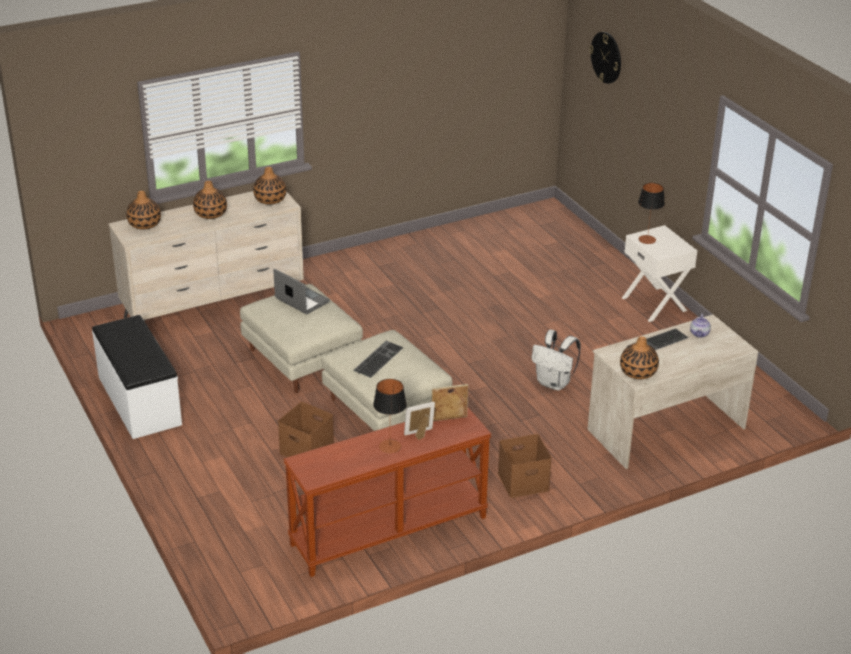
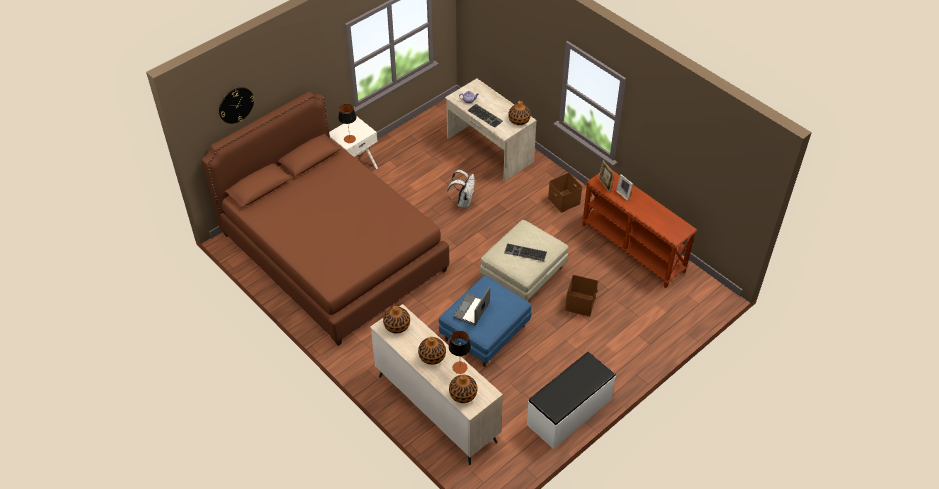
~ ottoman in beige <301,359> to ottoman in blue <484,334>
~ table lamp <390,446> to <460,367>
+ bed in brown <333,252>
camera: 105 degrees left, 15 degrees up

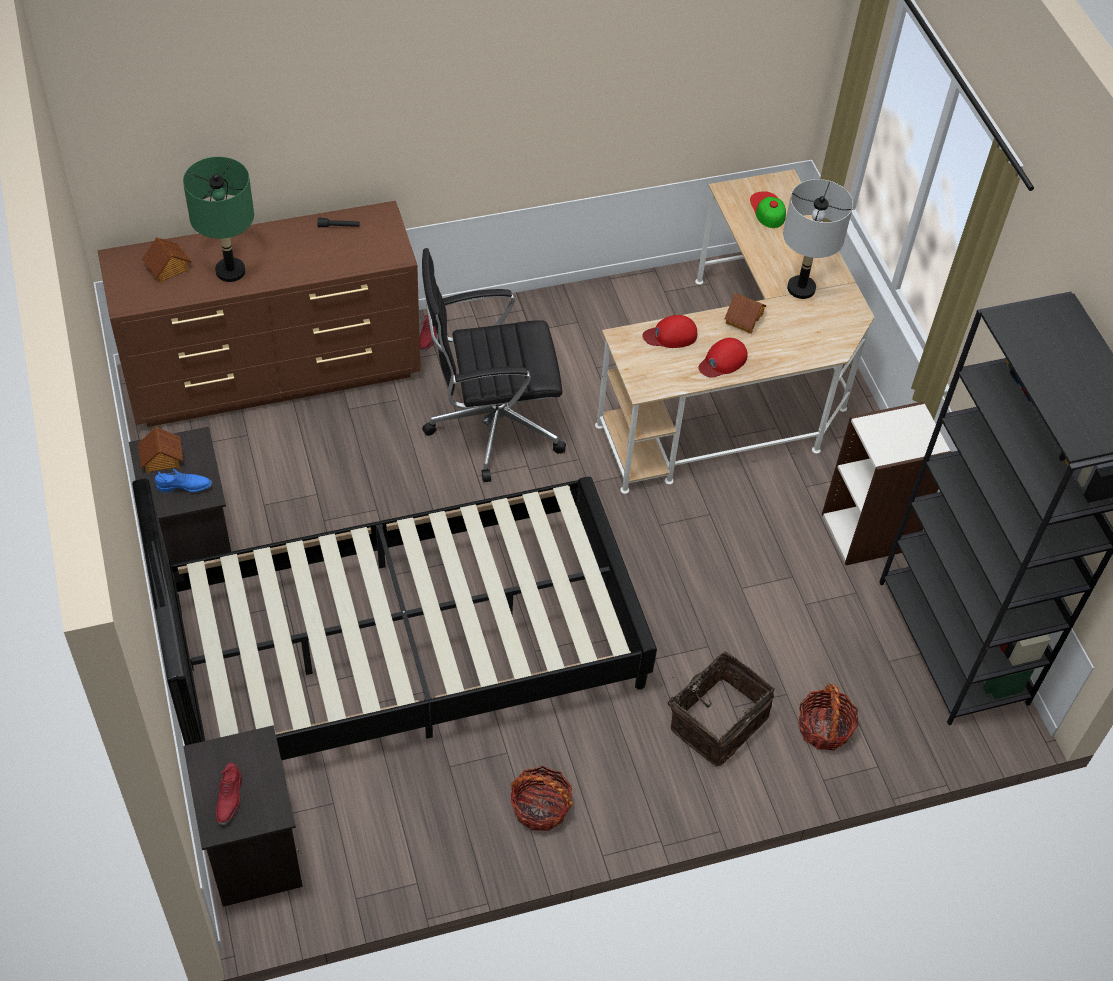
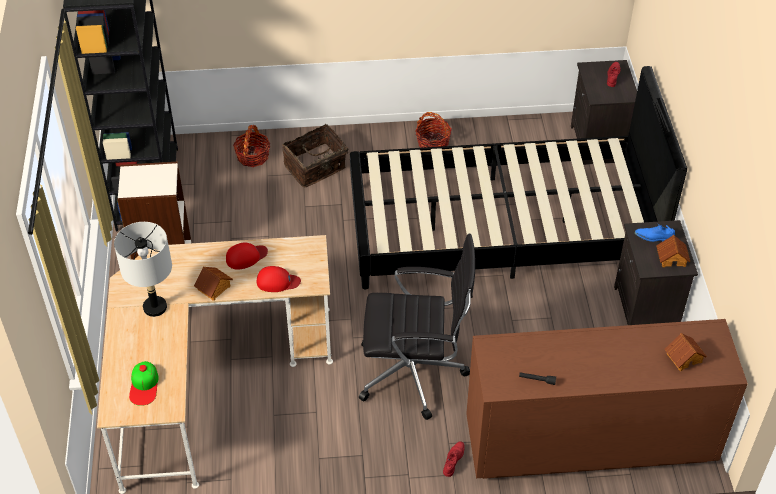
- table lamp in green <230,271>
camera: 165 degrees left, 5 degrees down

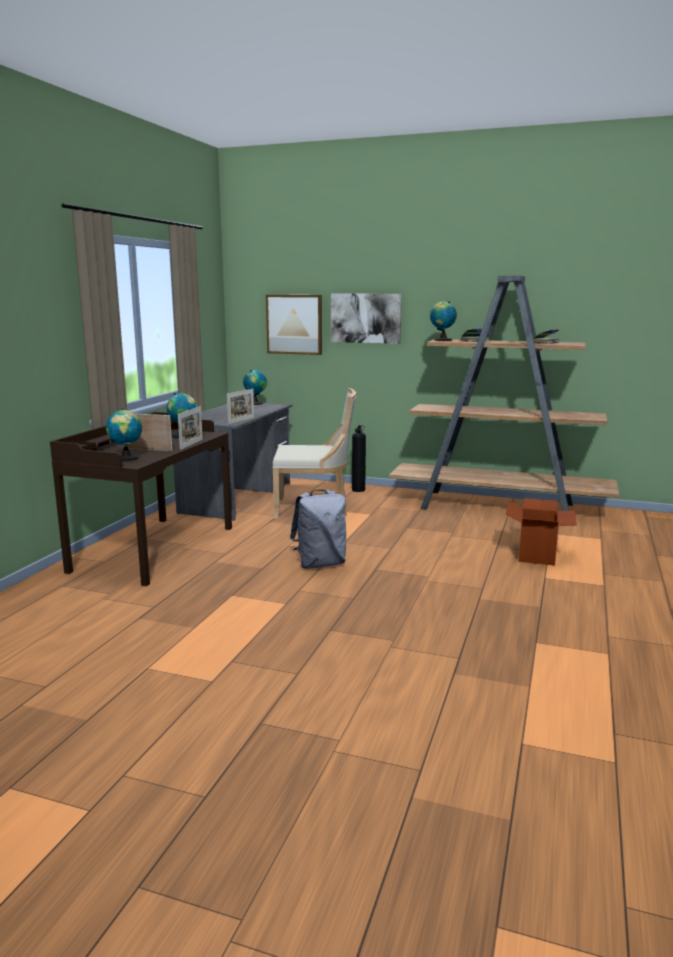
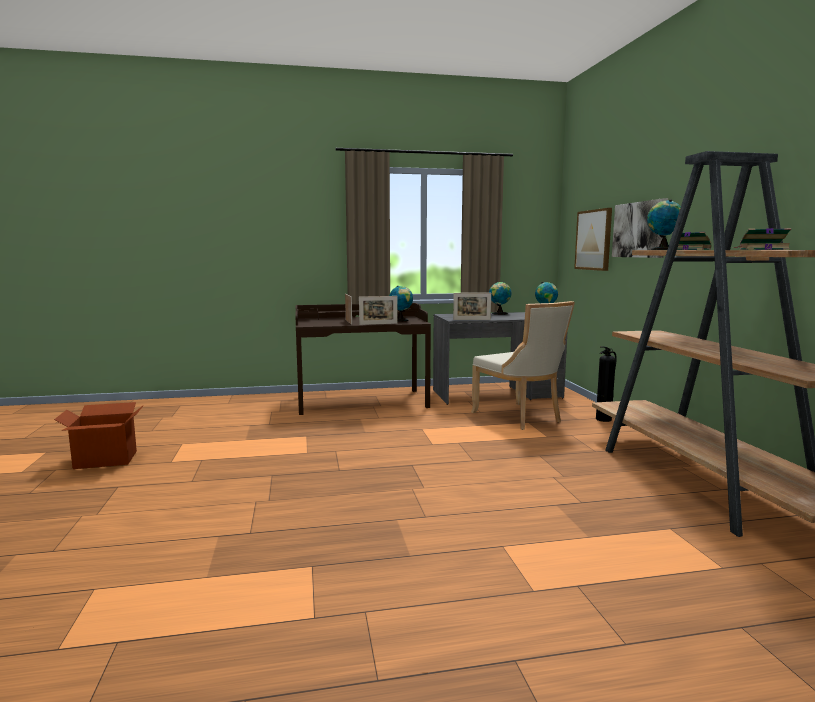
~ globe <127,458> to <499,314>
- backpack in grey <320,564>
~ cardboard box <537,555> to <105,460>
camera: 60 degrees right, 5 degrees down

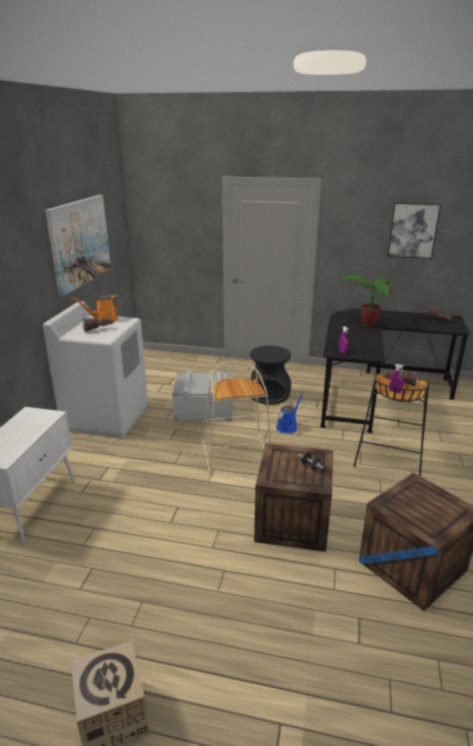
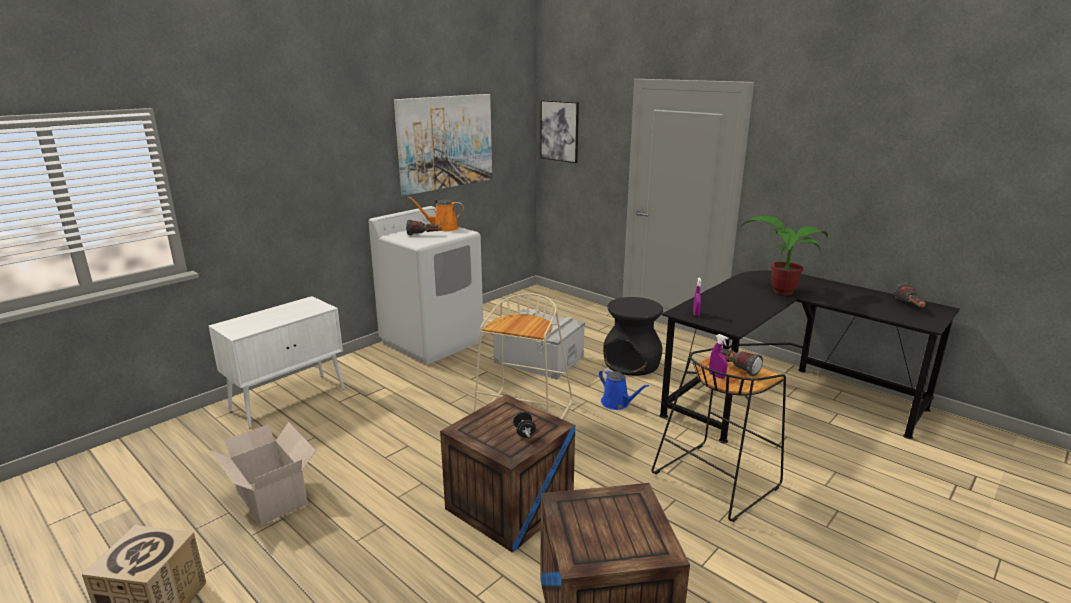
~ watering can in blue <287,426> = <617,403> 75 degrees clockwise
~ picture <413,230> to <559,131>
+ cardboard box <271,496>
camera: 30 degrees right, 5 degrees down

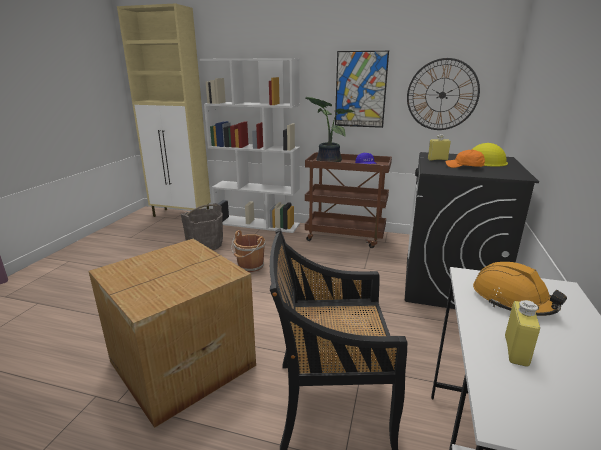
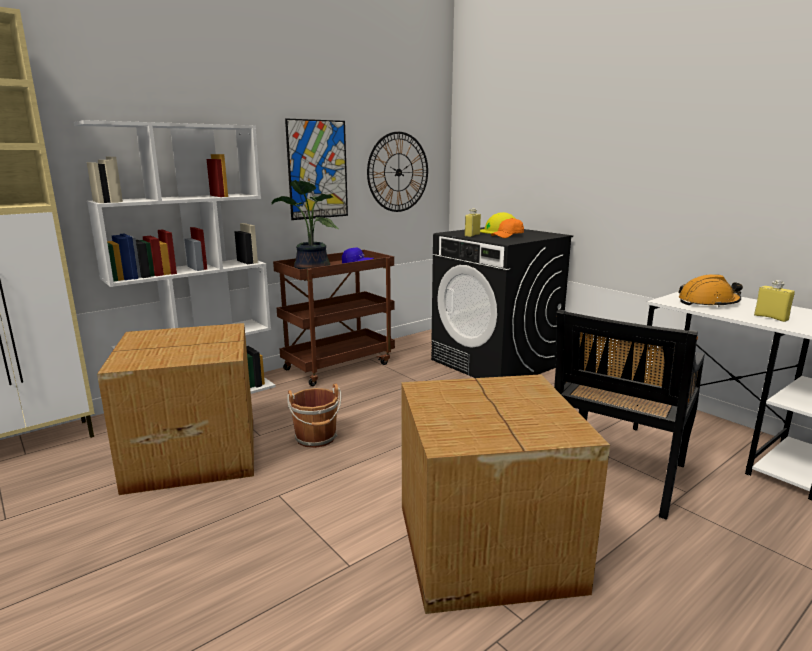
~ bucket in grey <205,245> to cardboard box <192,452>
camera: 55 degrees left, 5 degrees down

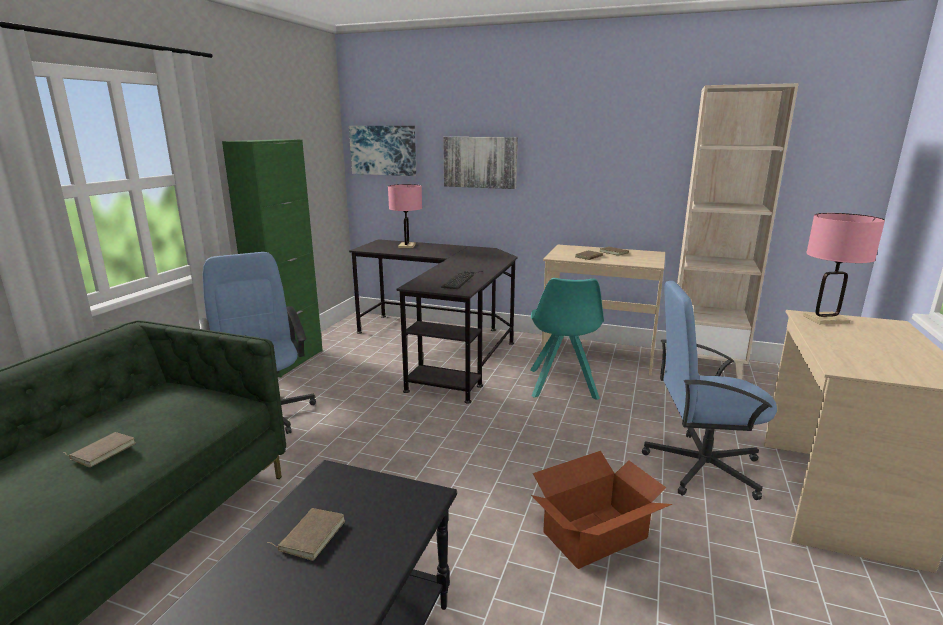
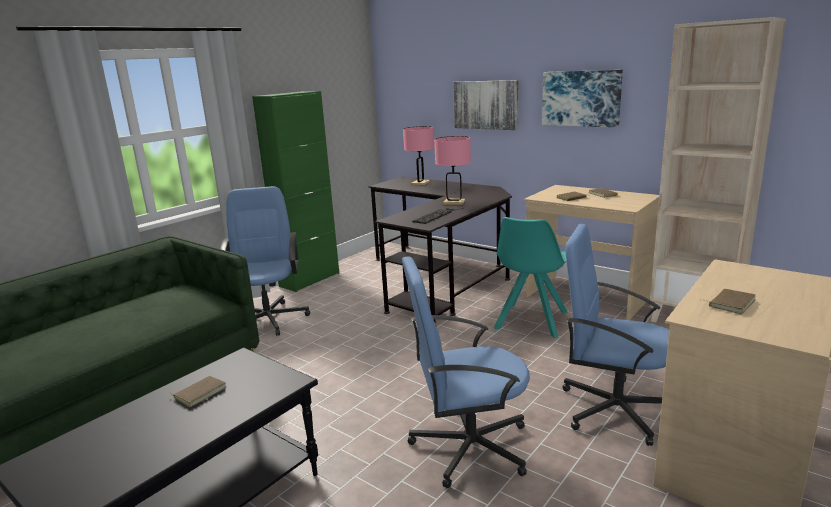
~ book in brown <102,451> to <730,303>
~ picture <383,150> to <581,98>
~ cardboard box <593,534> to office chair in blue <468,446>
~ table lamp in pink <825,319> to <454,202>
camera: 20 degrees right, 0 degrees up

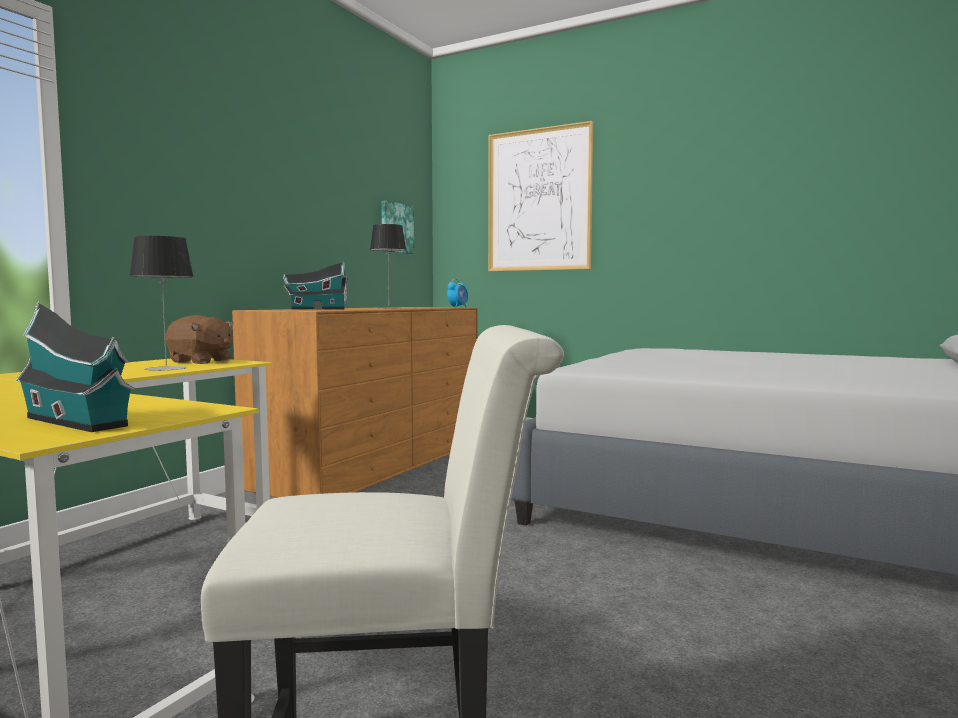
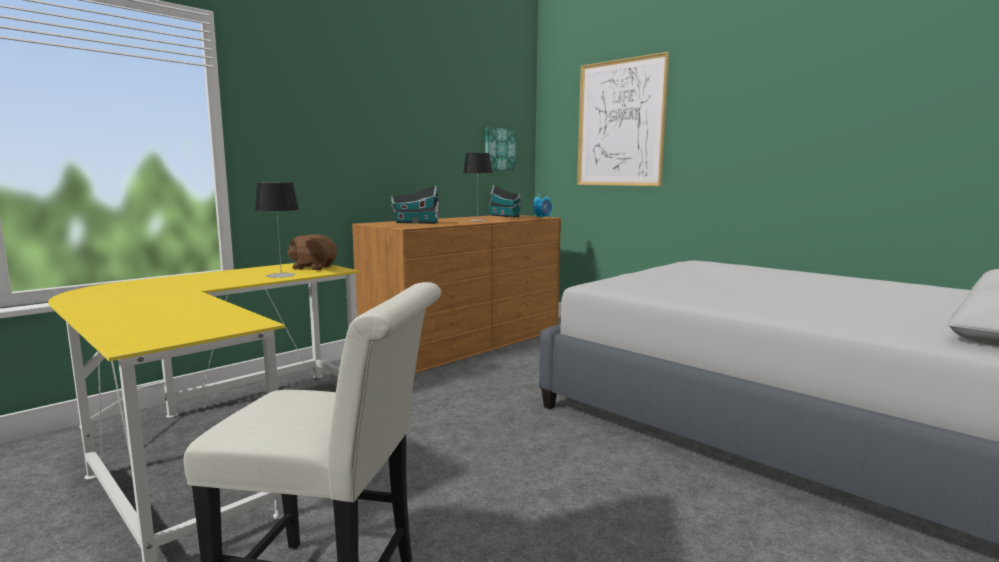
~ toy house <78,422> to <505,216>
~ plush toy in brown <201,361> = <313,268> 150 degrees clockwise
camera: 15 degrees right, 5 degrees up

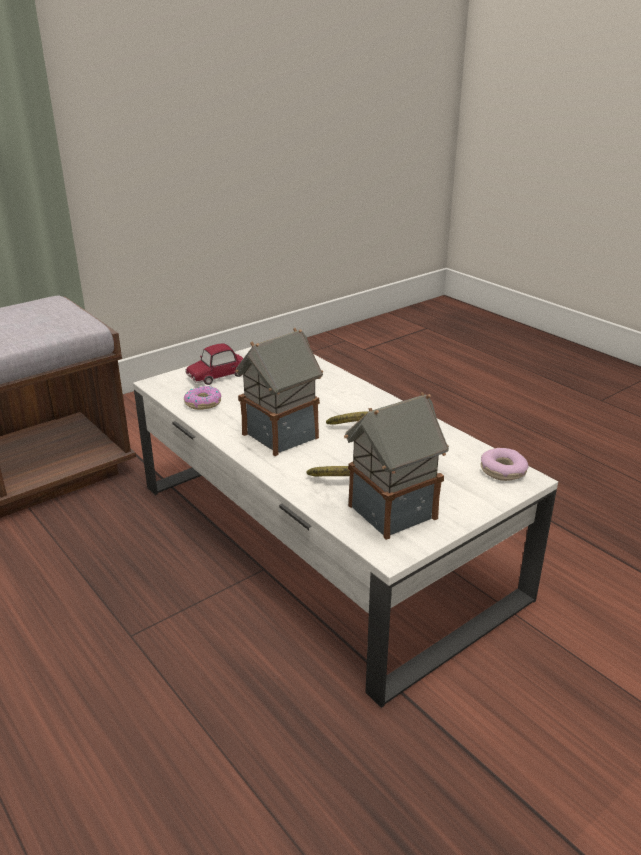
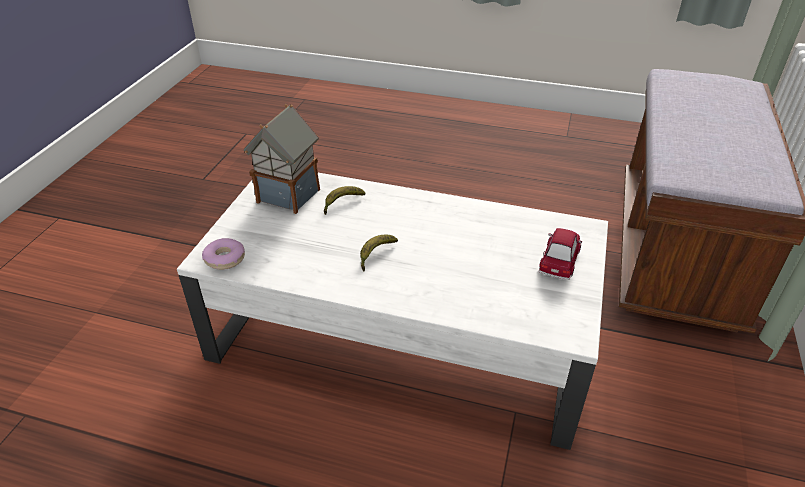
- donut <203,403>
- toy house <281,435>
camera: 145 degrees right, 10 degrees up

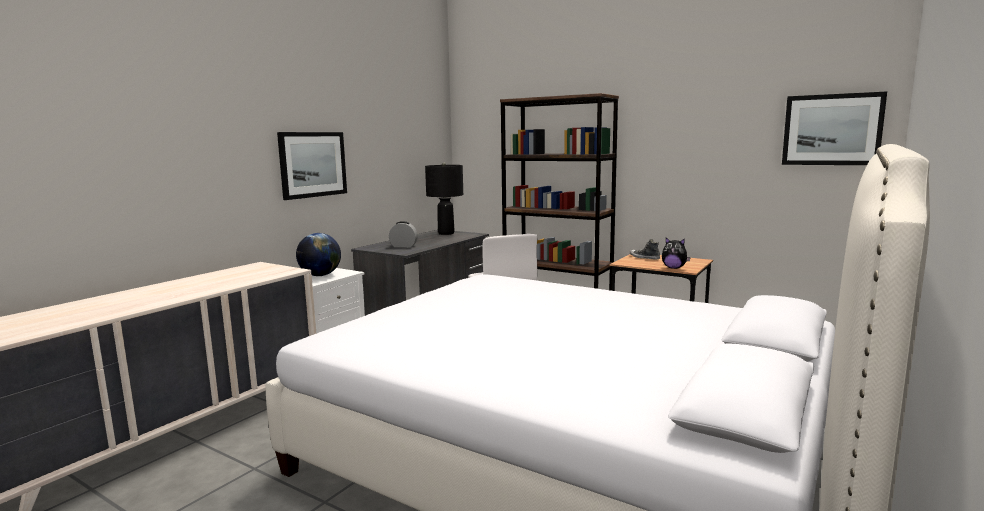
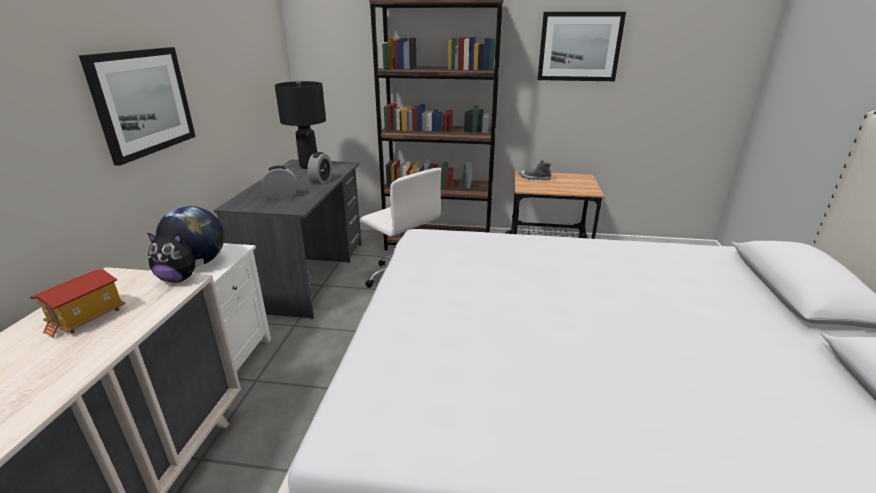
~ plush toy <674,268> to <179,279>
~ picture <832,130> to <579,47>
+ toy house <87,318>
+ alarm clock <321,180>
camera: 25 degrees left, 15 degrees up

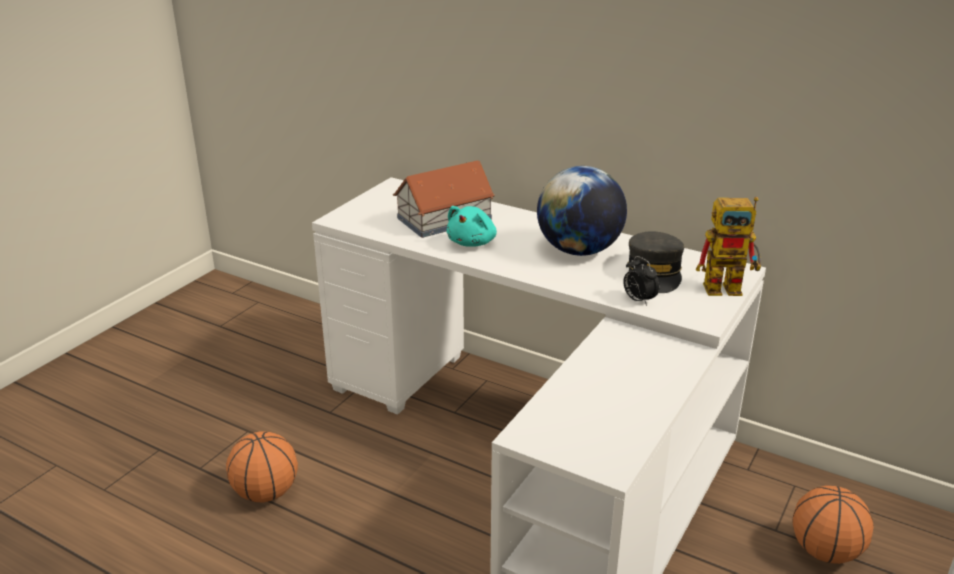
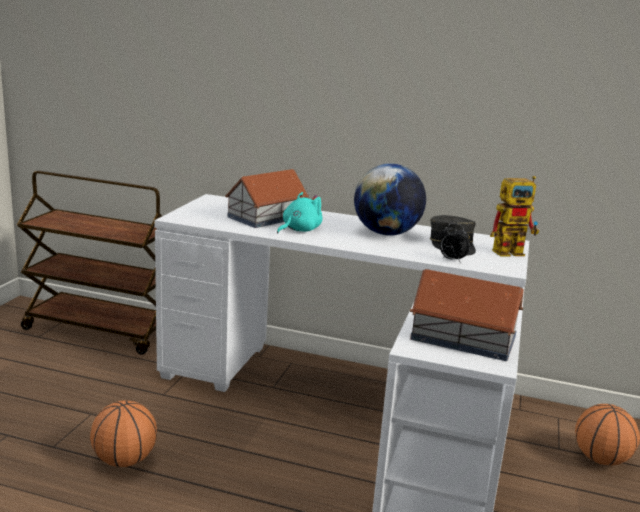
~ plush toy in turquoise <473,242> = <299,230> 150 degrees counterclockwise
+ cart in brown <101,330>
+ toy house <464,338>
camera: 15 degrees left, 10 degrees down

